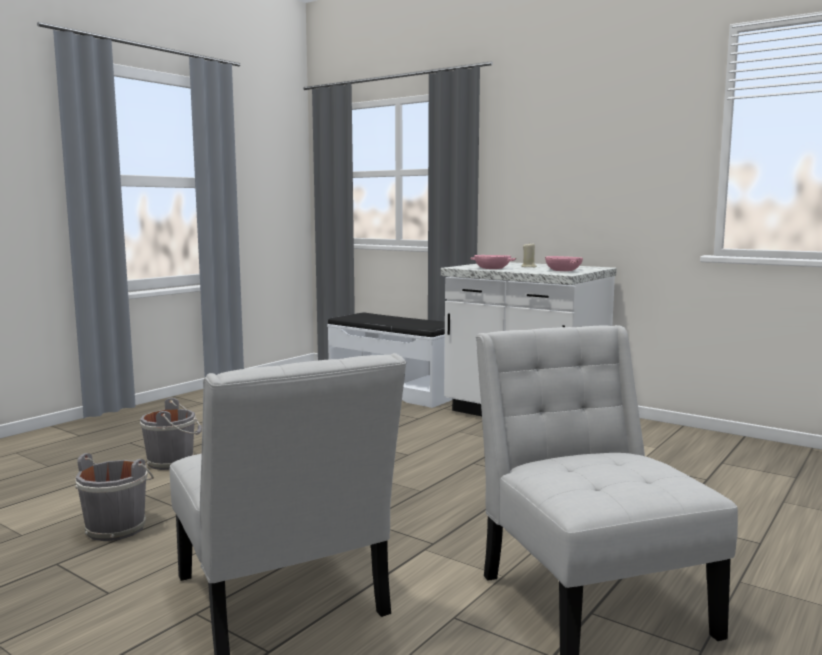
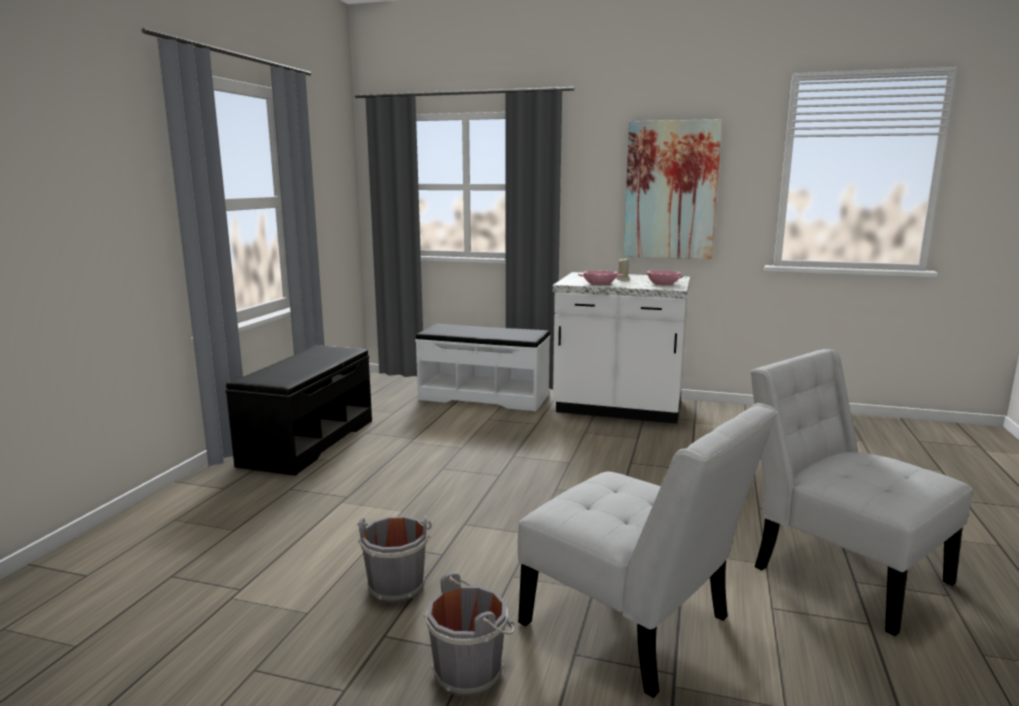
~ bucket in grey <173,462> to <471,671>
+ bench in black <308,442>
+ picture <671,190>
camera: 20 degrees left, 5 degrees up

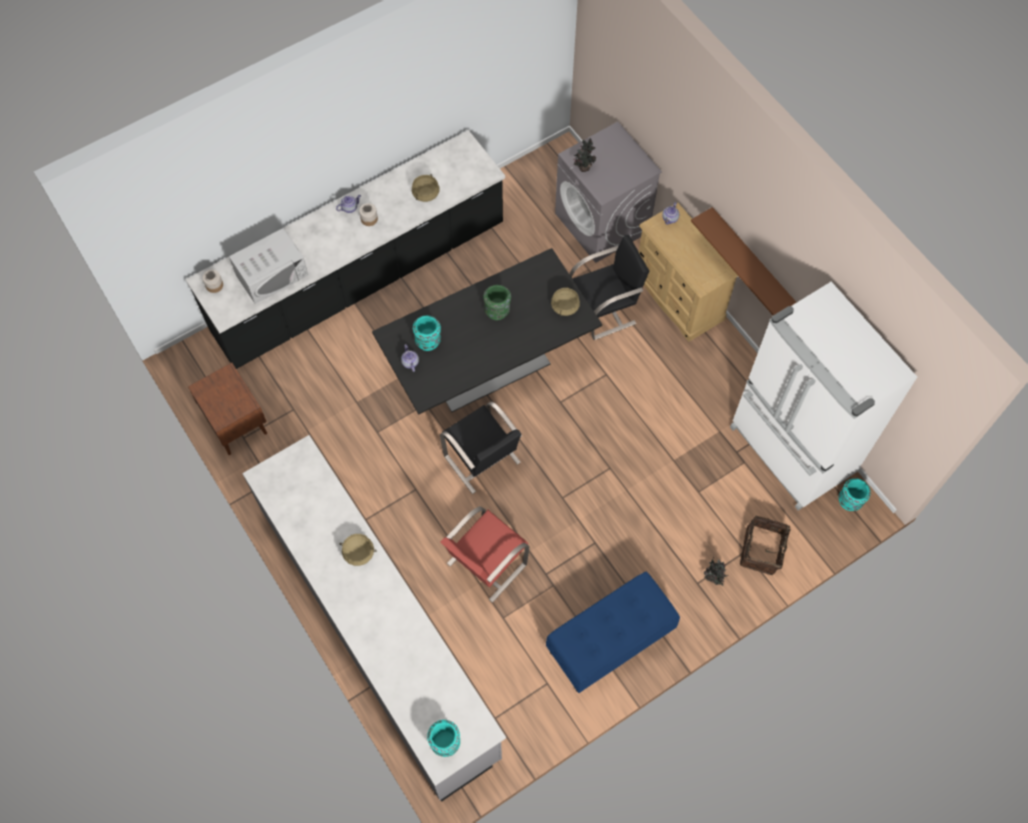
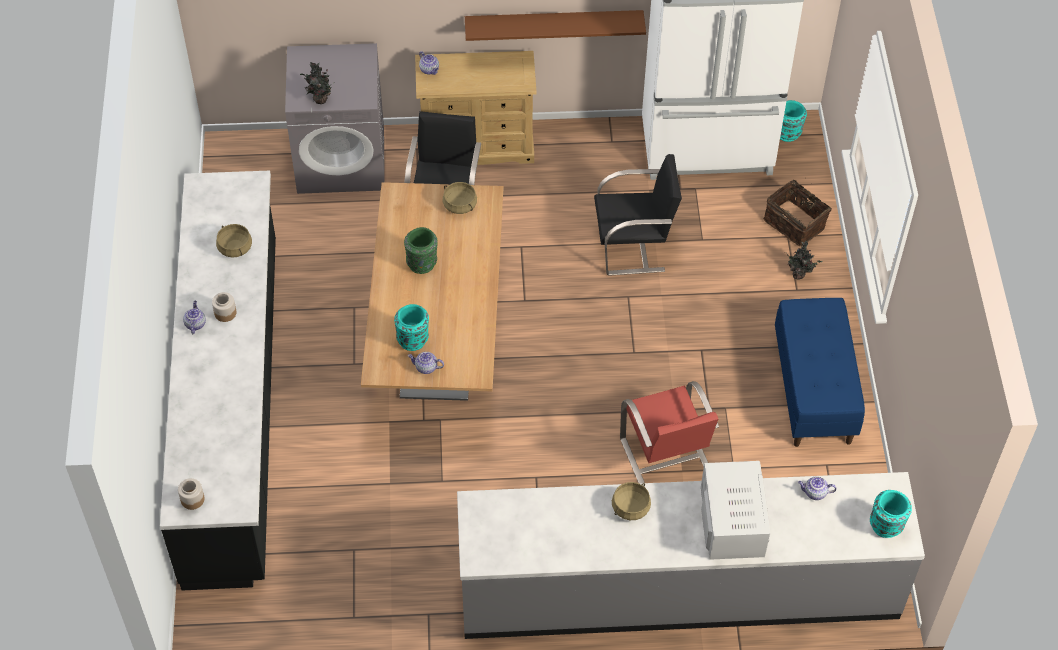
- nightstand in brown <237,425>
~ microwave in white <272,275> to <732,521>
~ dining table in black <488,367> to dining table in beige <438,342>
~ chair in black <482,460> to <633,247>
+ teapot <814,493>
camera: 60 degrees left, 10 degrees down

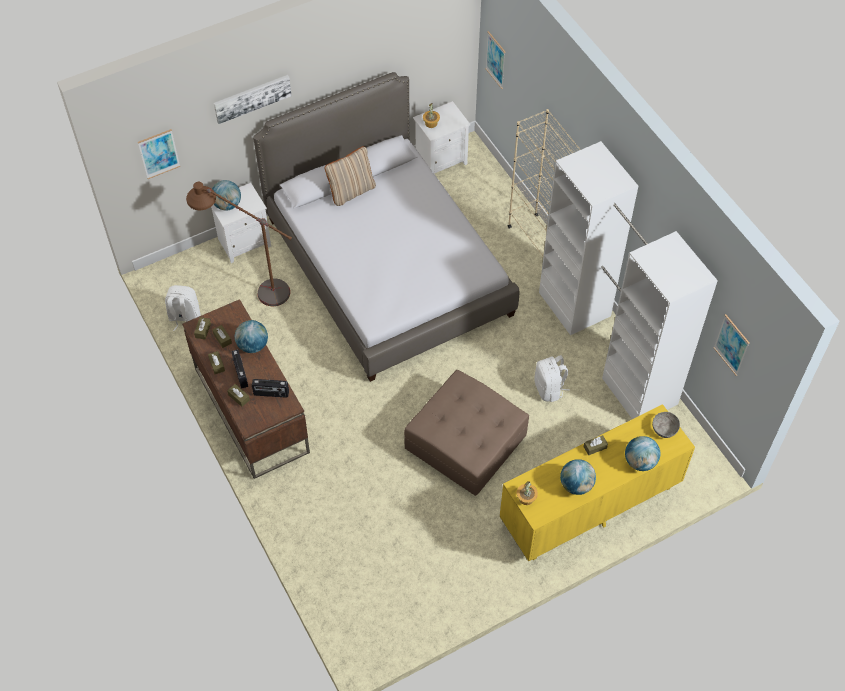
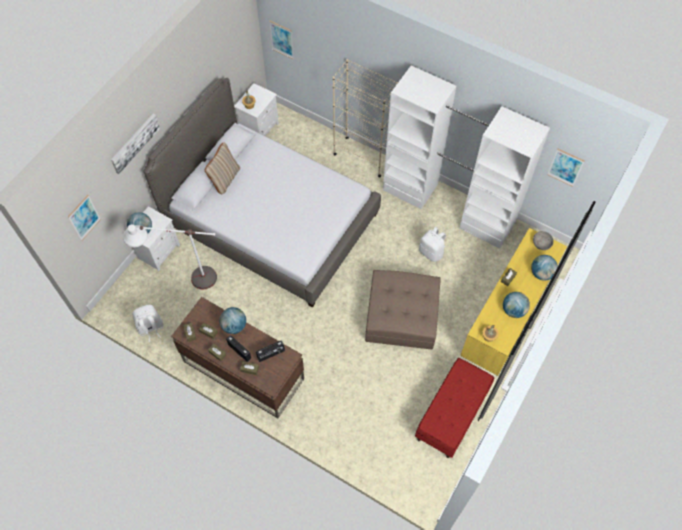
~ floor lamp in brown <251,287> to floor lamp in white <185,282>
+ bench in red <452,415>
camera: 30 degrees left, 5 degrees up

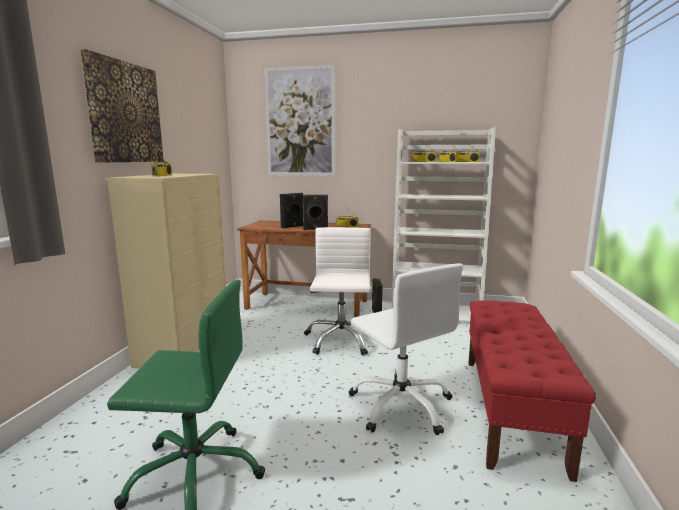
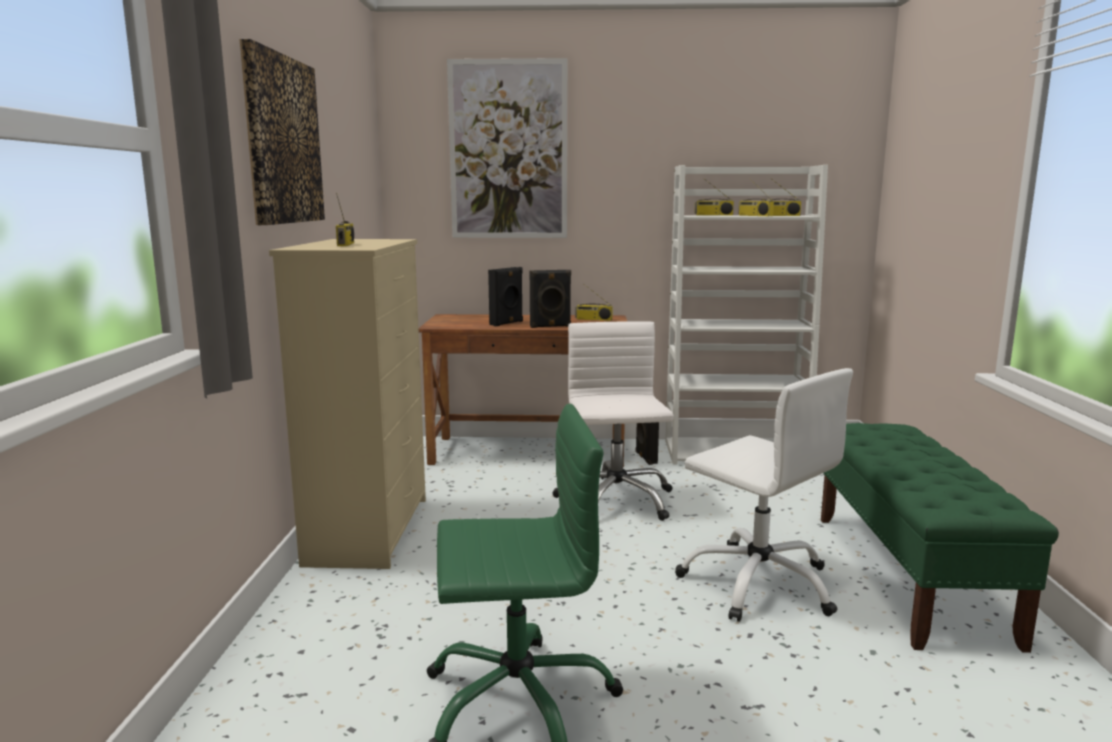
~ bench in red <510,410> to bench in green <908,575>
camera: 10 degrees left, 0 degrees up

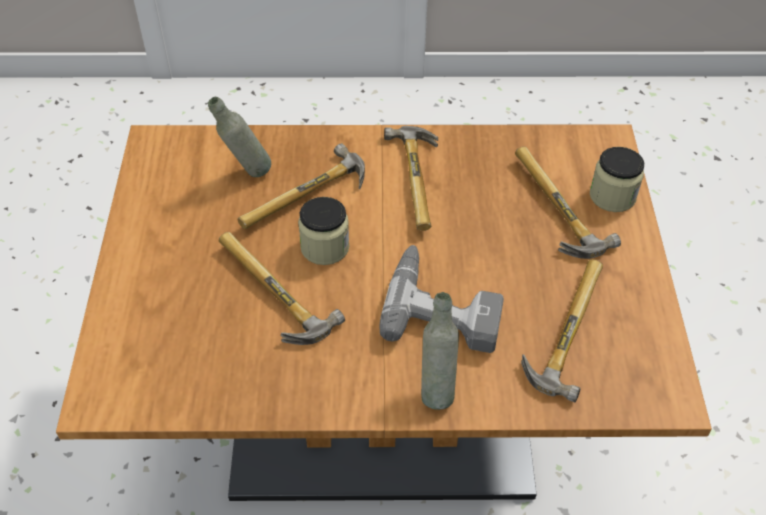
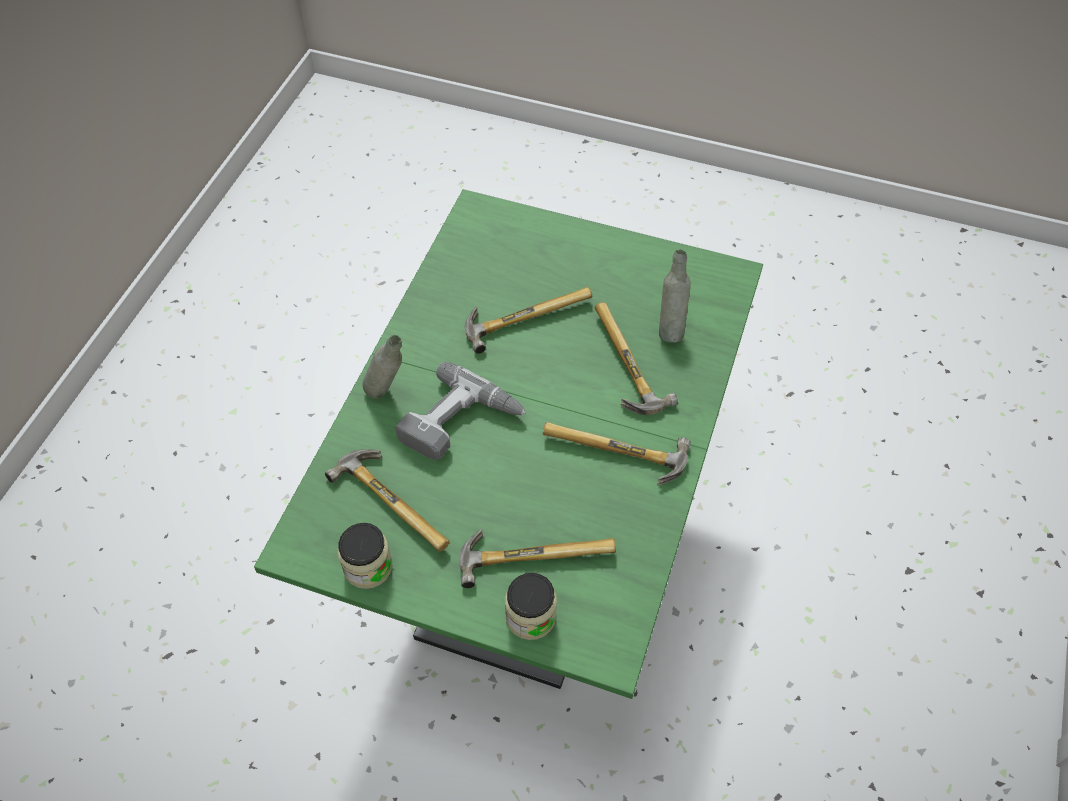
~ dining table in brown <381,427> to dining table in green <533,541>
~ jar <325,247> to <368,567>
camera: 110 degrees right, 5 degrees up

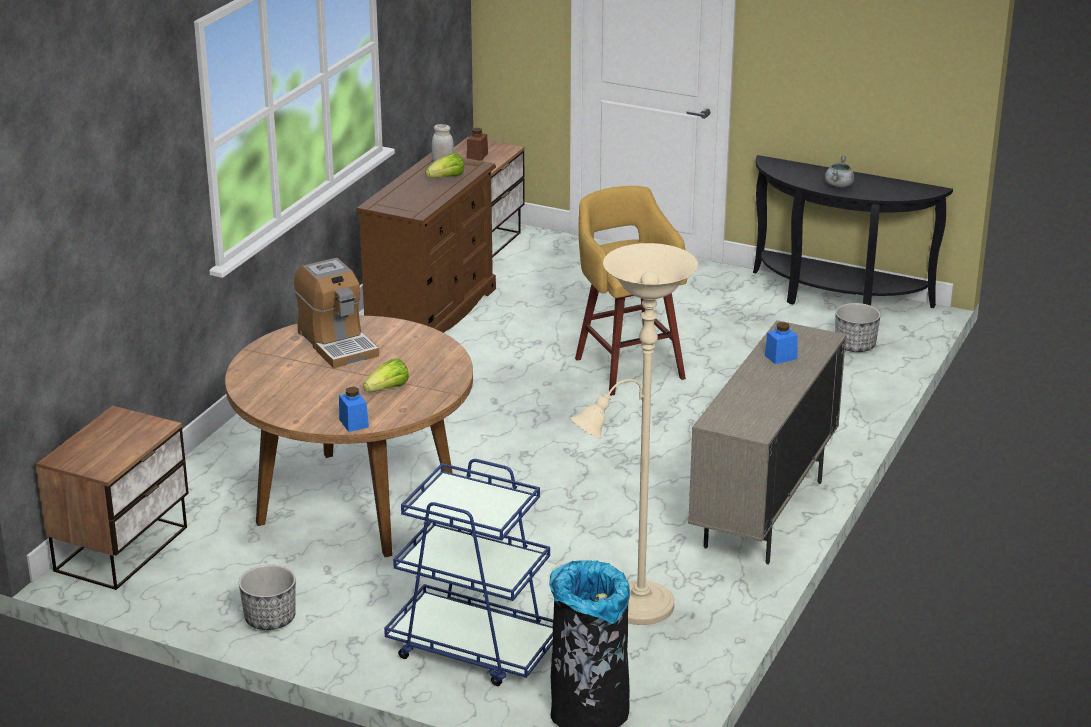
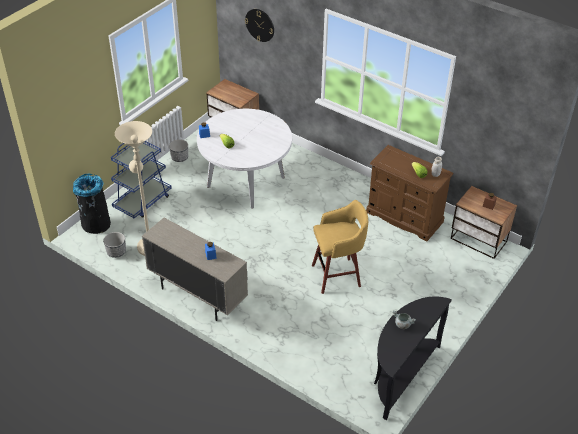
~ dining table in brown <356,503> to dining table in white <246,182>
- coffee machine <337,343>
~ planter <855,346> to <116,252>
+ wall clock <260,25>
camera: 100 degrees right, 15 degrees up

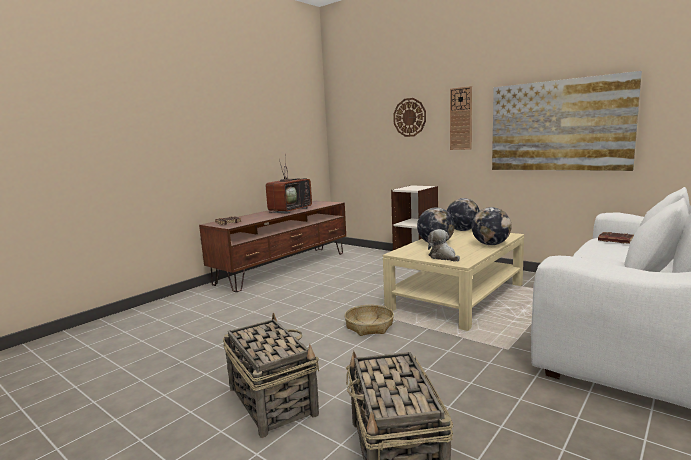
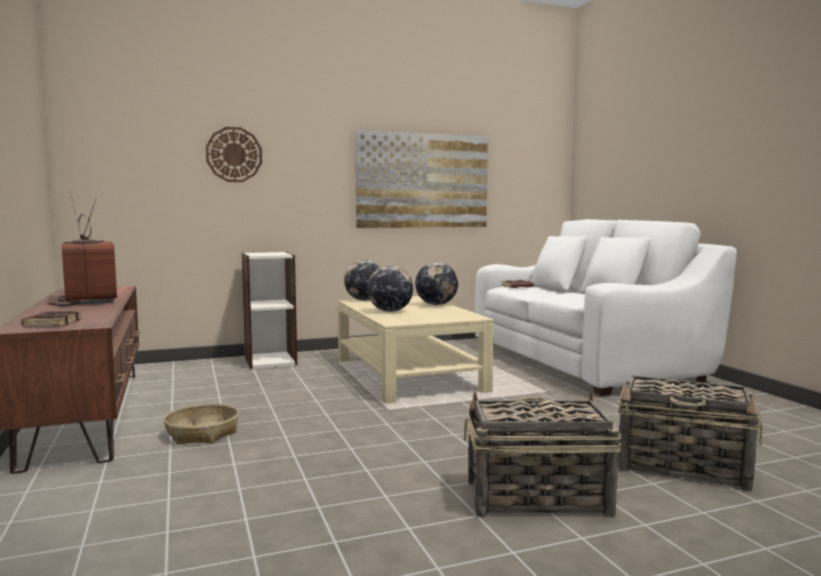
~ basket <369,326> to <202,433>
- plush toy <443,257>
- wall clock <461,119>
camera: 60 degrees left, 5 degrees down

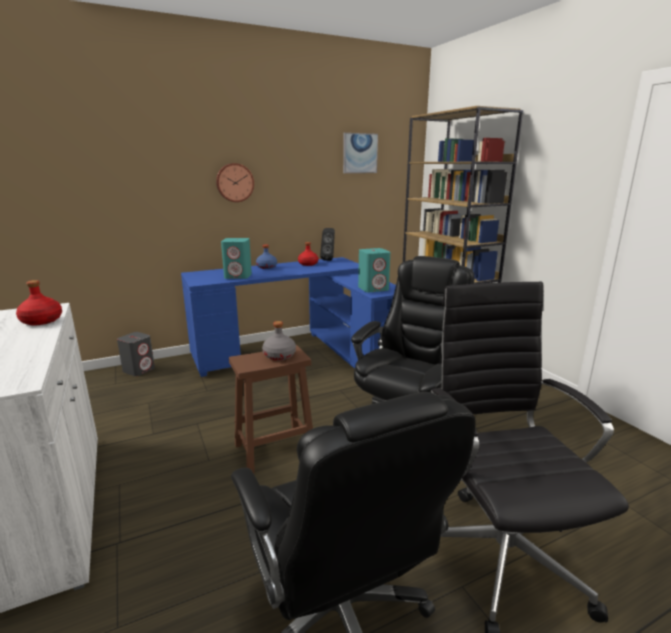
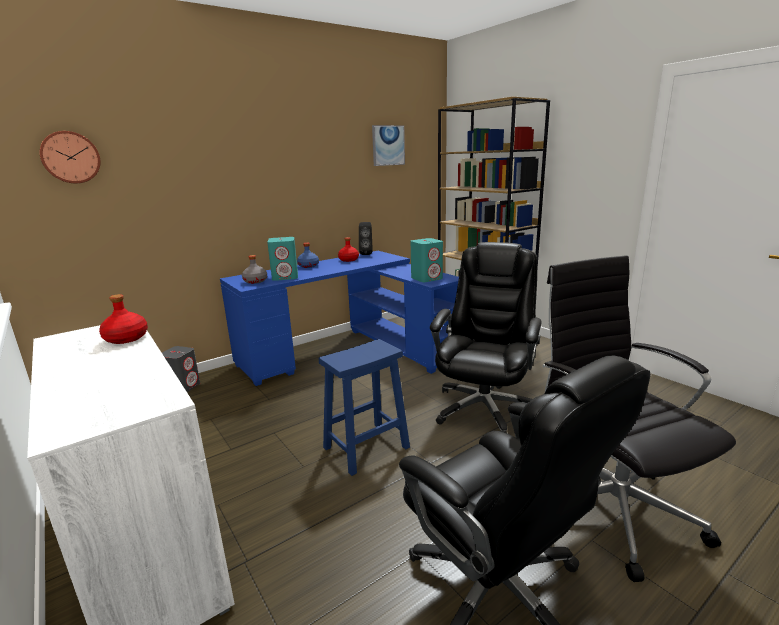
~ wall clock <234,182> to <70,157>
~ stool in brown <273,451> to stool in blue <365,448>
~ bottle in grey <279,356> to <255,281>
camera: 10 degrees left, 0 degrees up

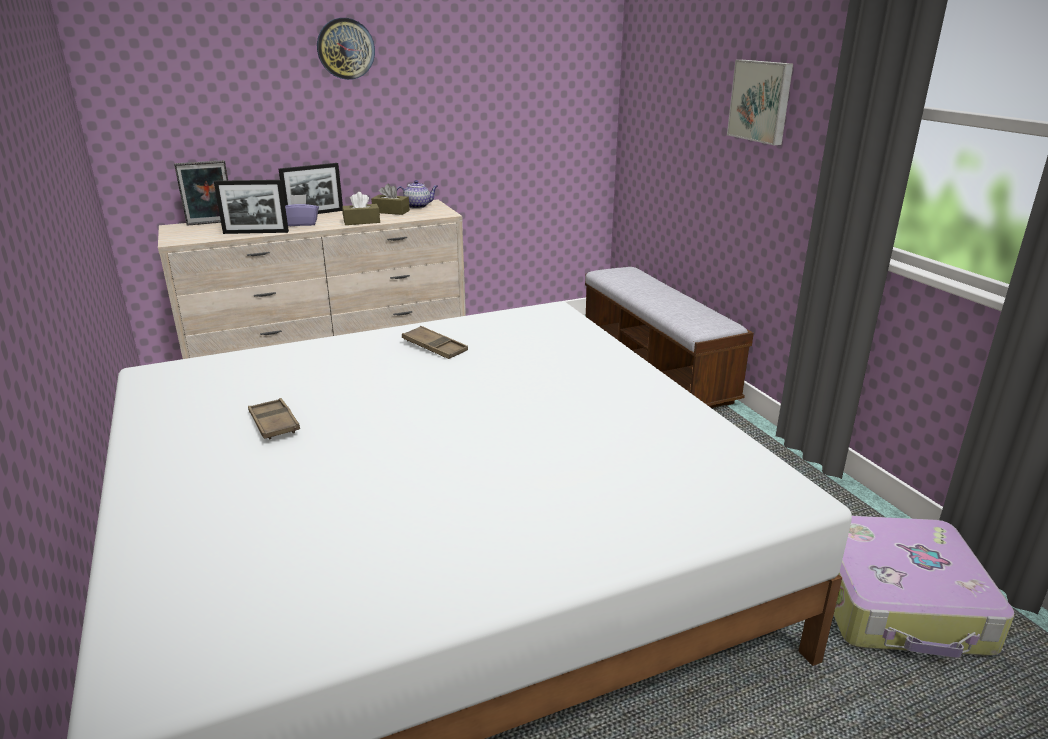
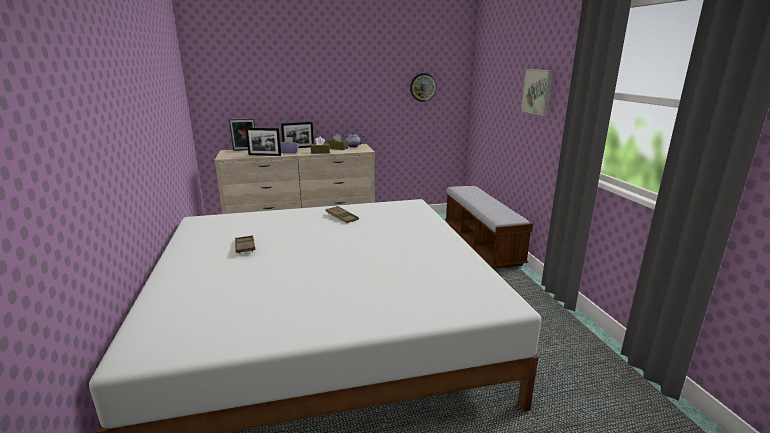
~ wall clock <345,48> to <423,87>
- suitcase <898,603>
camera: 10 degrees right, 5 degrees down

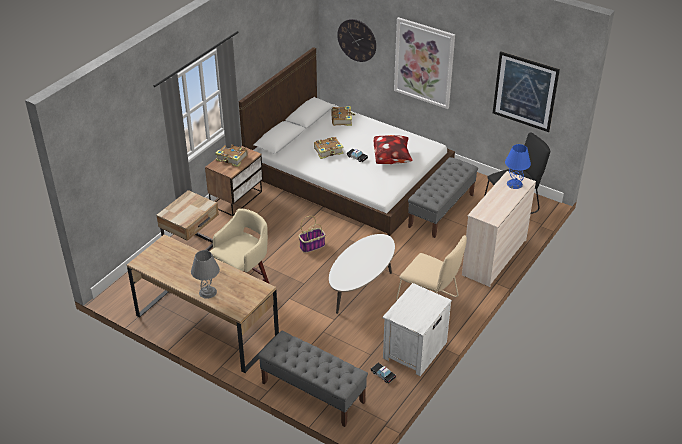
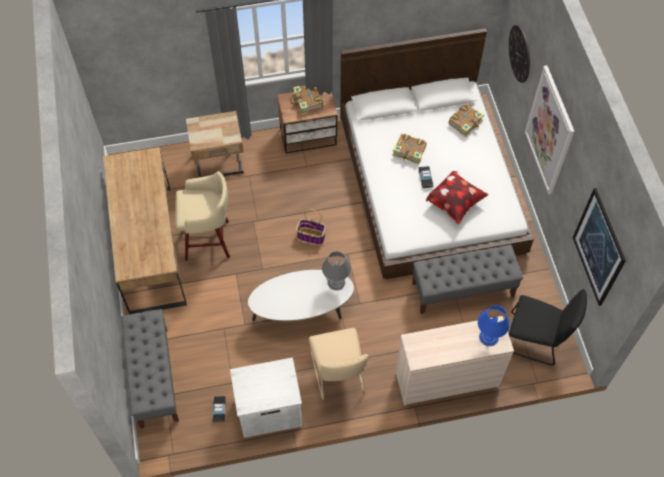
~ table lamp in grey <208,292> to <336,282>
camera: 45 degrees right, 20 degrees up

